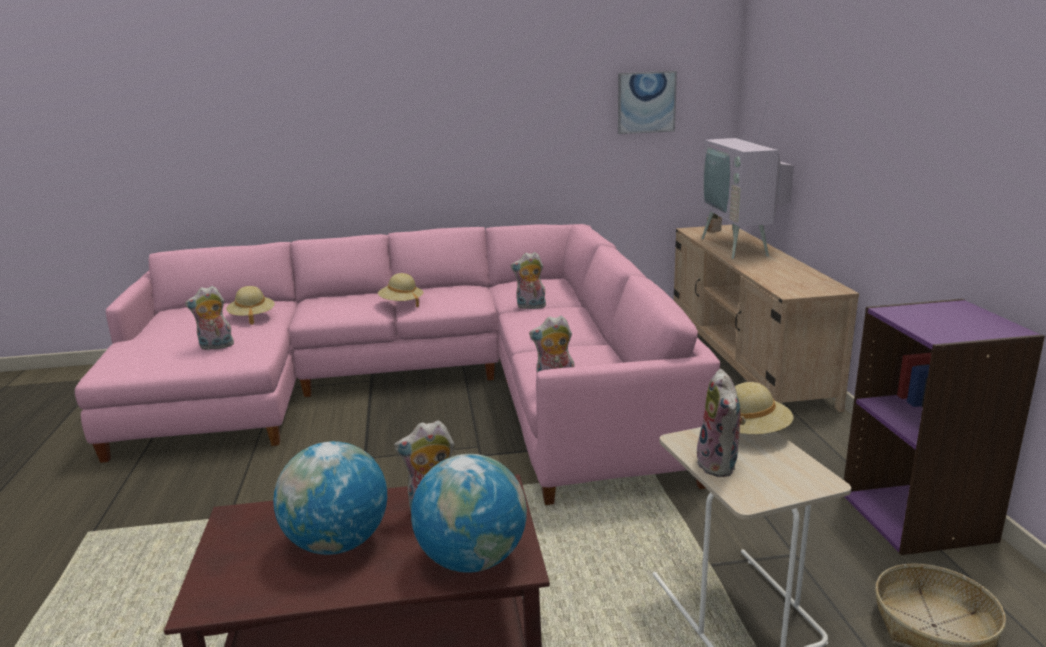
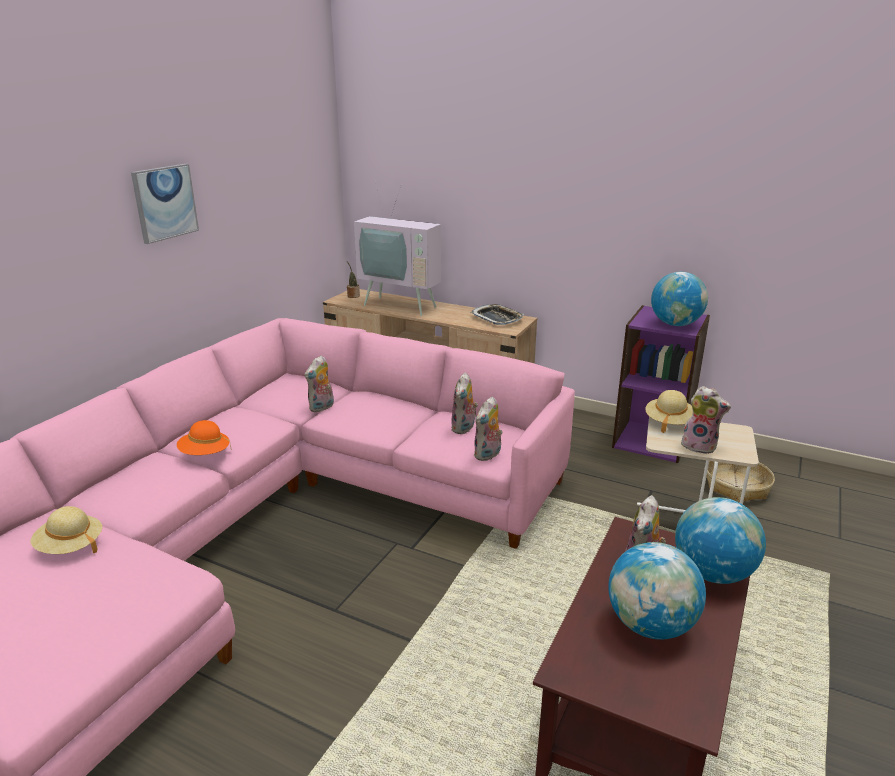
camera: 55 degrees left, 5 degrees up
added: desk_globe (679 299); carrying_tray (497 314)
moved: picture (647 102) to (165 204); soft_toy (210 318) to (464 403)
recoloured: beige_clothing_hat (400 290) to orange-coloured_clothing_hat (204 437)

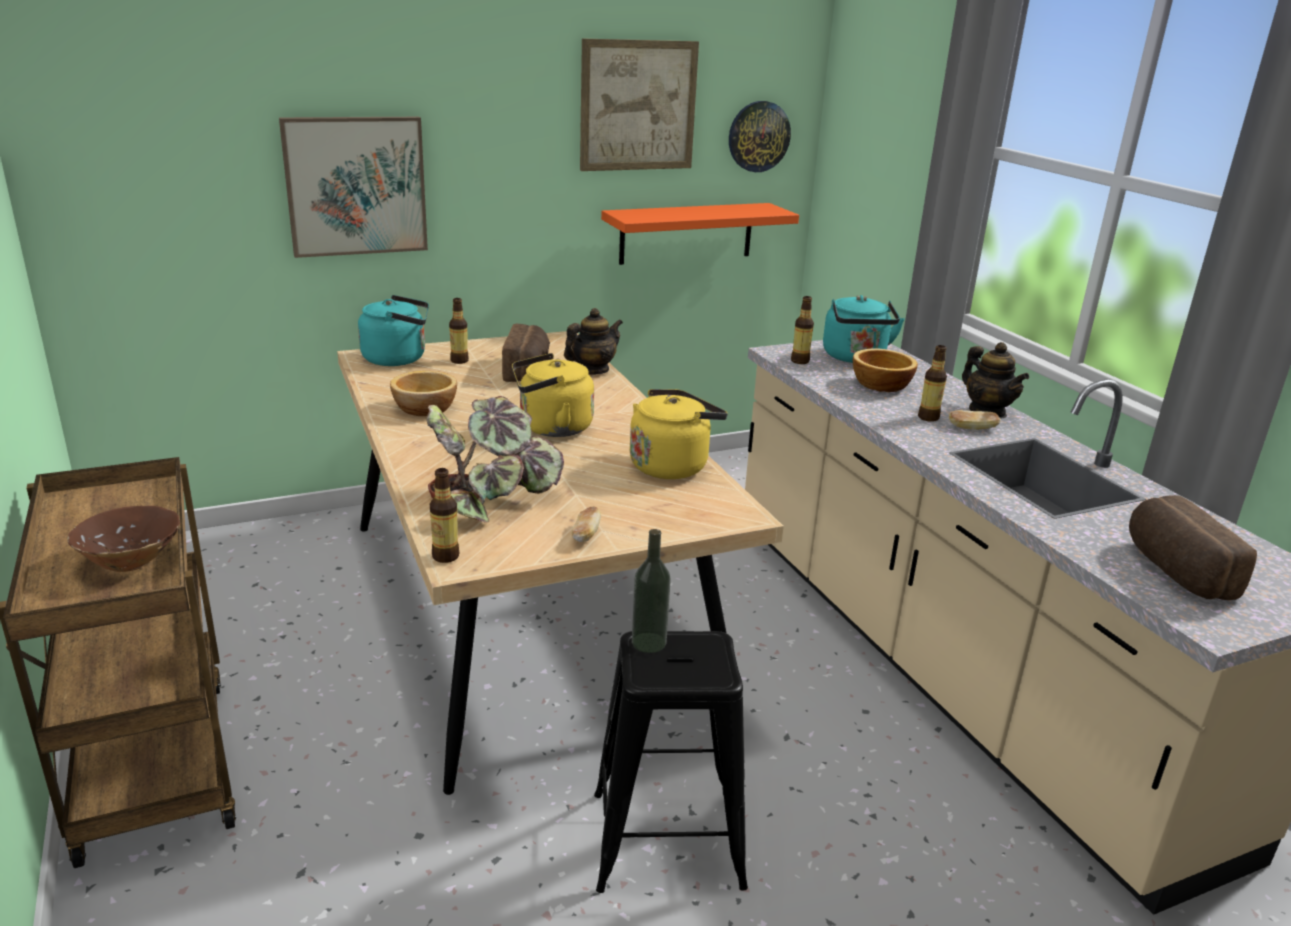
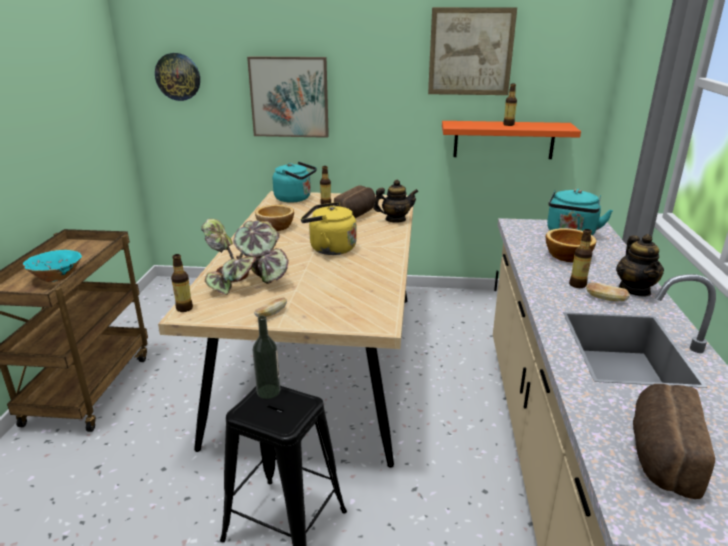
camera: 30 degrees right, 0 degrees up
removed: yellow-coloured_water_kettle (679 434)
moved: wall_clock (760 136) to (177 77); bottle (802 330) to (510 105)
recoloured: brown_bowl (123 539) to turquoise_bowl (52 266)

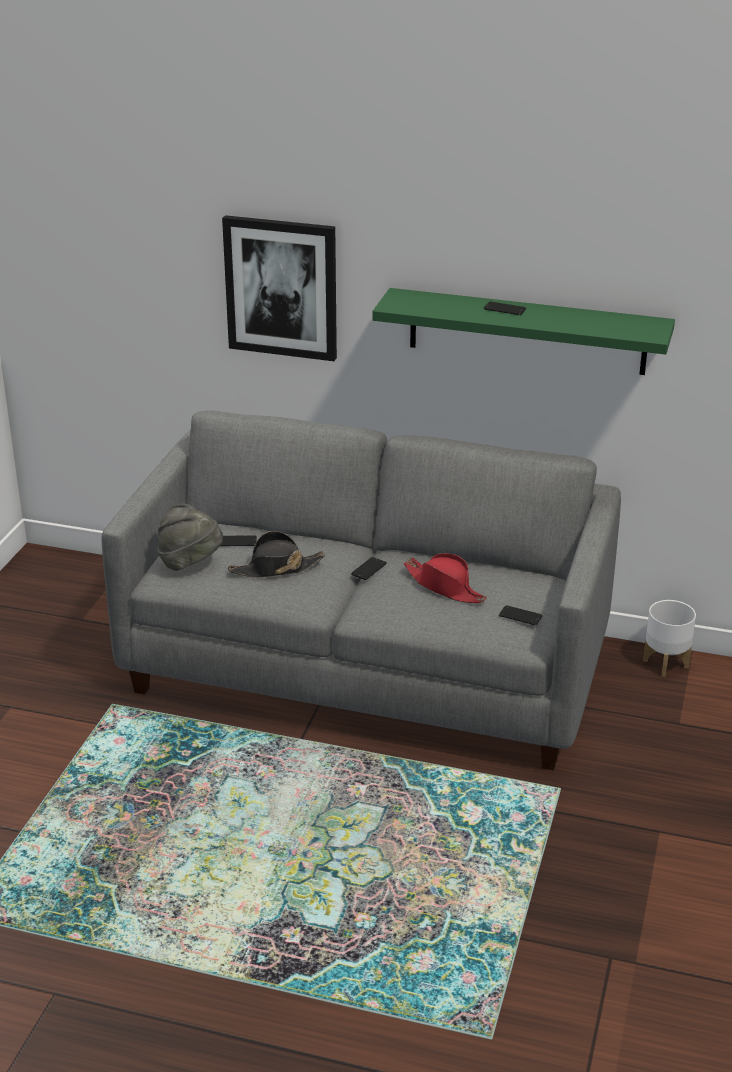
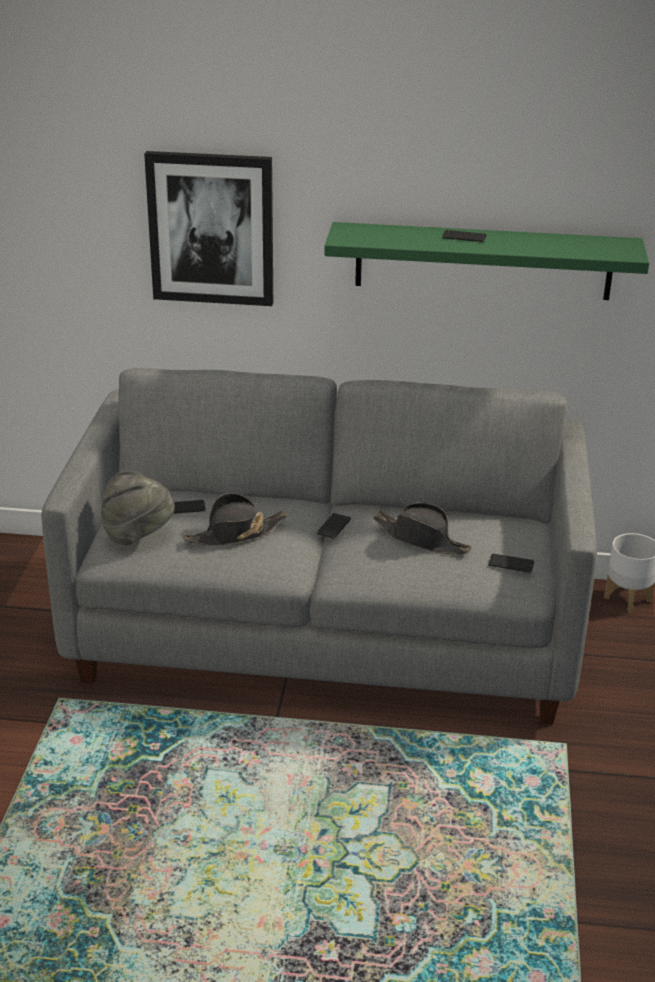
camera: 10 degrees left, 0 degrees up
recoloured: reddish_clothing_hat (445 578) to blackish_clothing_hat (422 528)

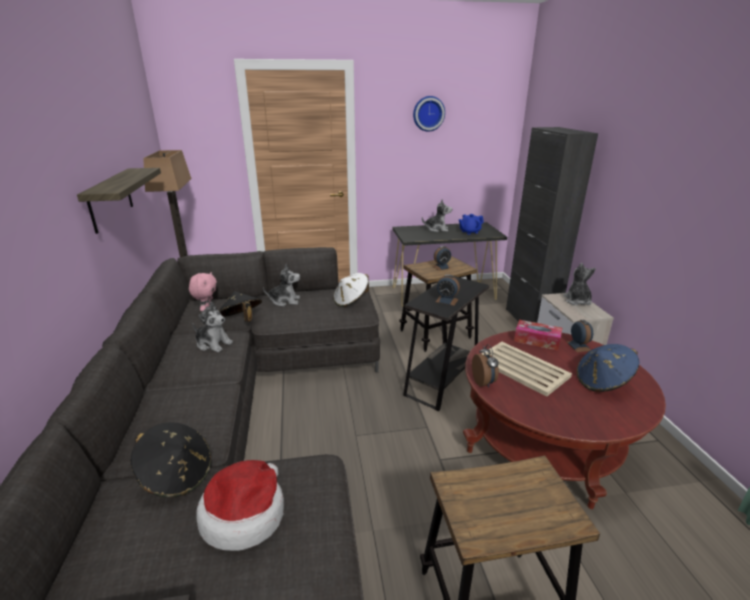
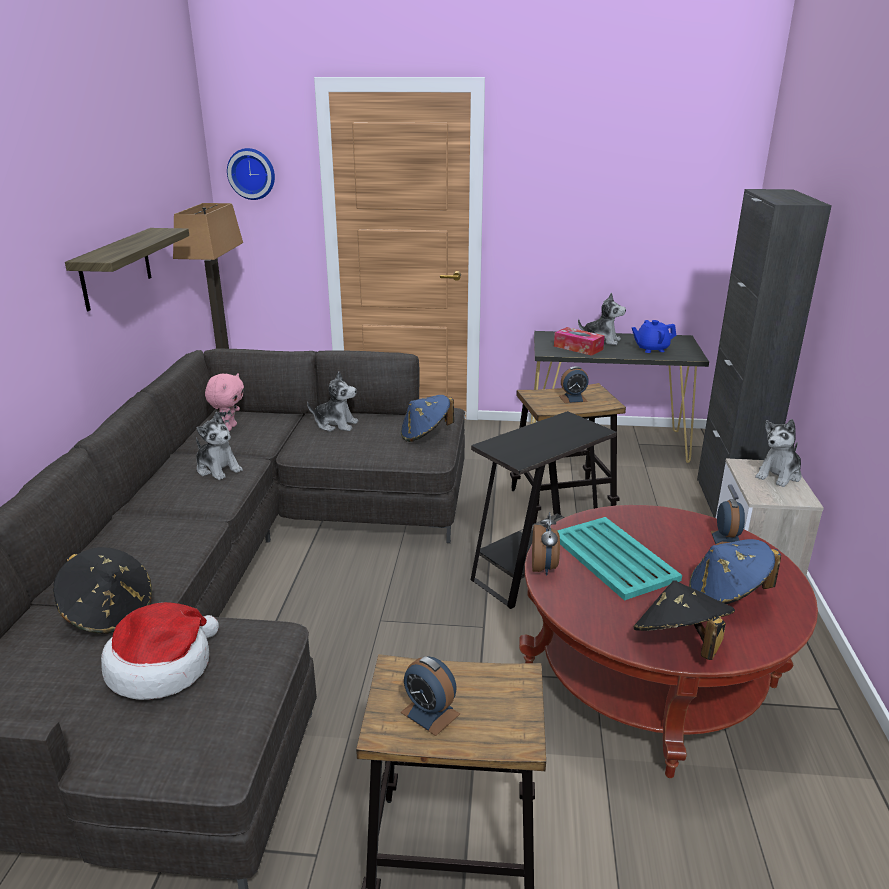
camera: 15 degrees right, 0 degrees up
moved: wall_clock (429 114) to (251 174); table_clock (448 290) to (430 696); blackish_clothing_hat (240 306) to (684 620); tissue_box (538 335) to (579 341)
recoloured: white-coloured_clothing_hat (351 290) to blue-coloured_clothing_hat (427 418); beige_carrying_tray (527 369) to turquoise_carrying_tray (619 559)
turned: soft_toy (580 284) = (778 453) 150 degrees counterclockwise

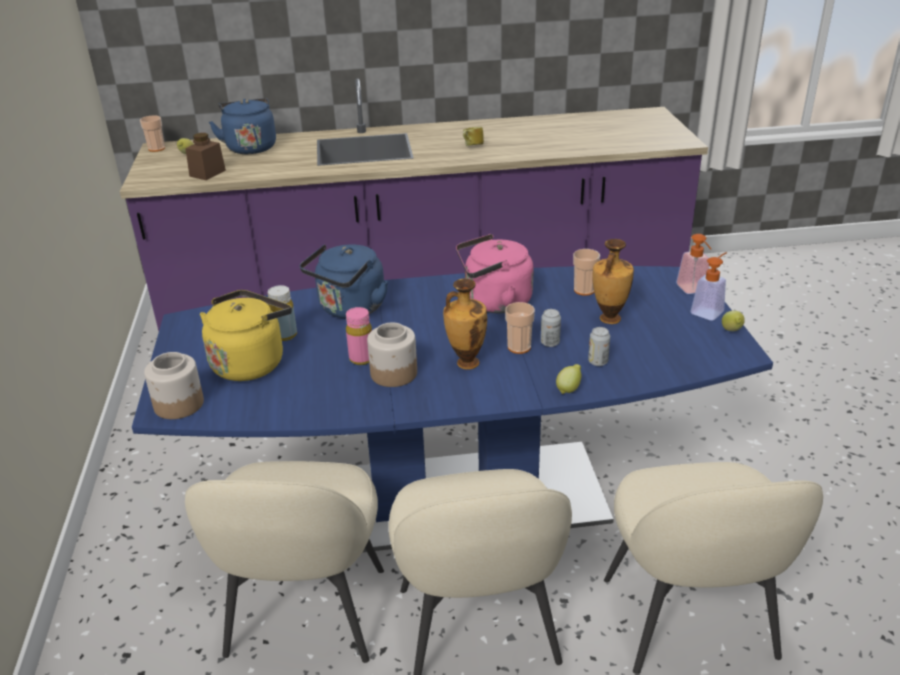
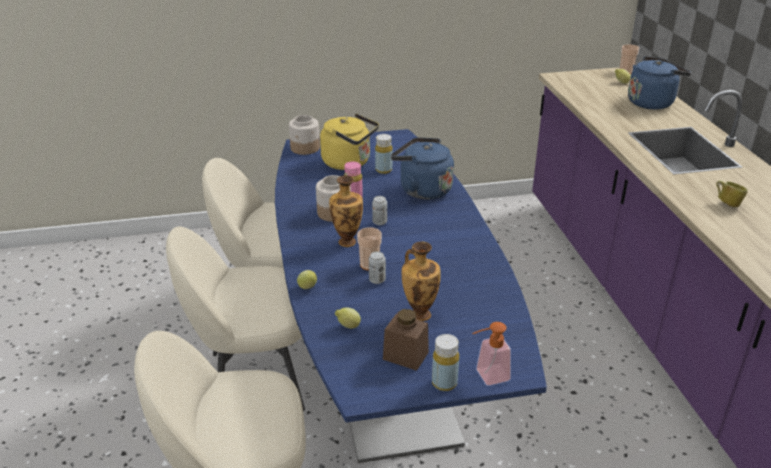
camera: 85 degrees right, 0 degrees up
removed: pinkish_water_kettle (494 274); drinking_cup (586 272)
moved: brown_storage_jar (205 156) to (406 340); whole_lemon (733 320) to (348 318); can (599 346) to (379 210)
replaced: soap_bottle (709 286) to yellow-coloured_bottle (445 362)

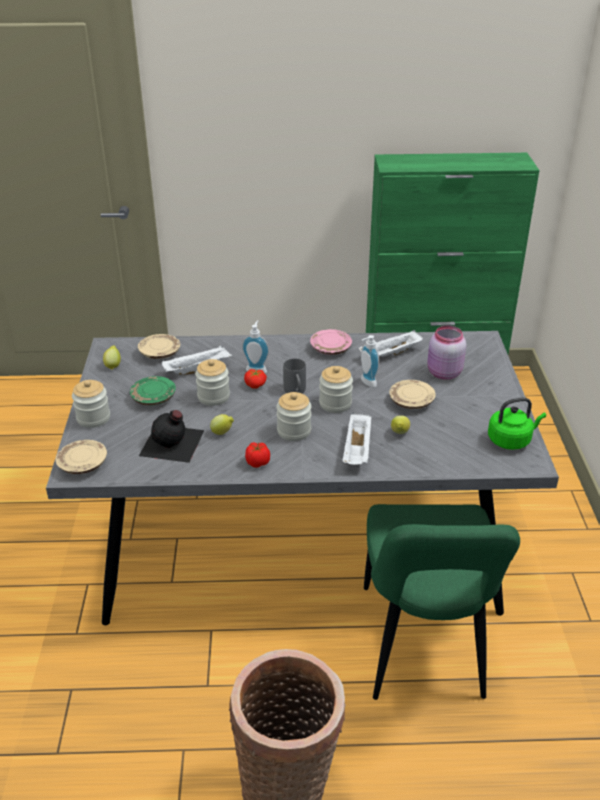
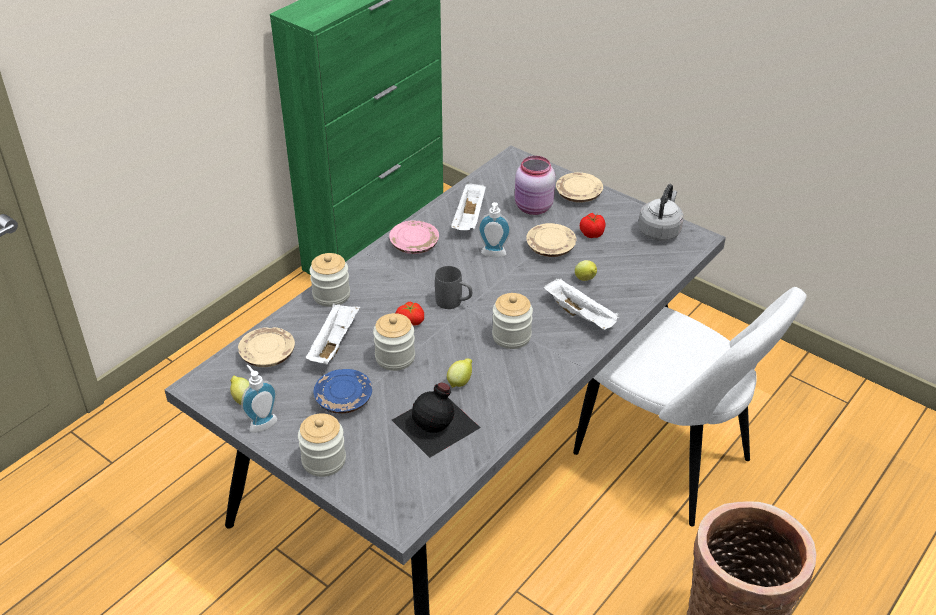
camera: 50 degrees left, 5 degrees up
moved: soap_bottle (255 347) to (259 399); storage_jar (336 389) to (329 280); beige_flat_dish (81 457) to (579 187); fresh_tomato (257 455) to (593 225)
recoloured: green-coloured_flat_dish (153 391) to blue-coloured_flat_dish (342 391); green-coloured_water_kettle (517 423) to grey_water_kettle (661 212); green-coloured_plain_chair (442 602) to white-coloured_plain_chair (689 407)

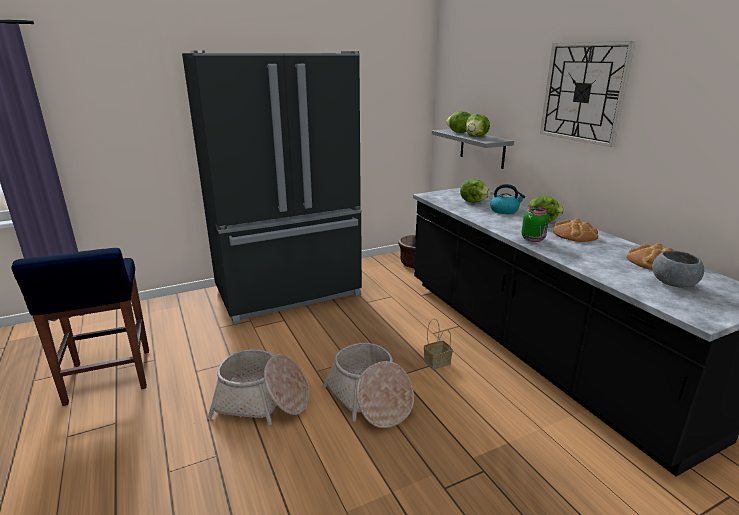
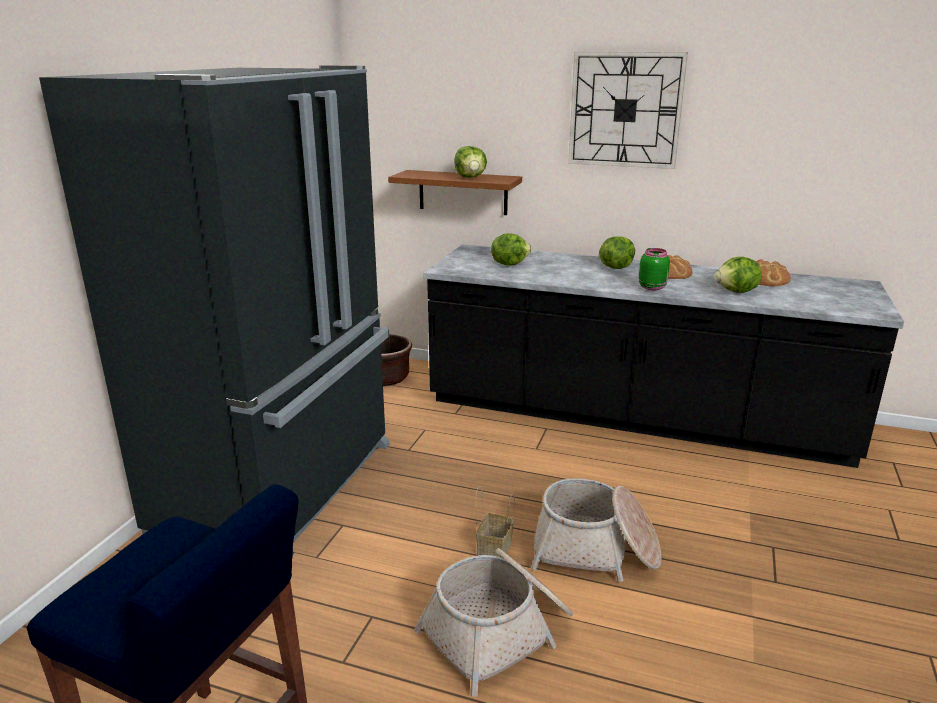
camera: 45 degrees left, 0 degrees up
removed: water_kettle (507 199); grey_bowl (678 269)
moved: lettuce (458 122) to (738 275); basket (438 344) to (495 522)
recoloured: grey_bracket_shelf (473 149) to brown_bracket_shelf (455 192)

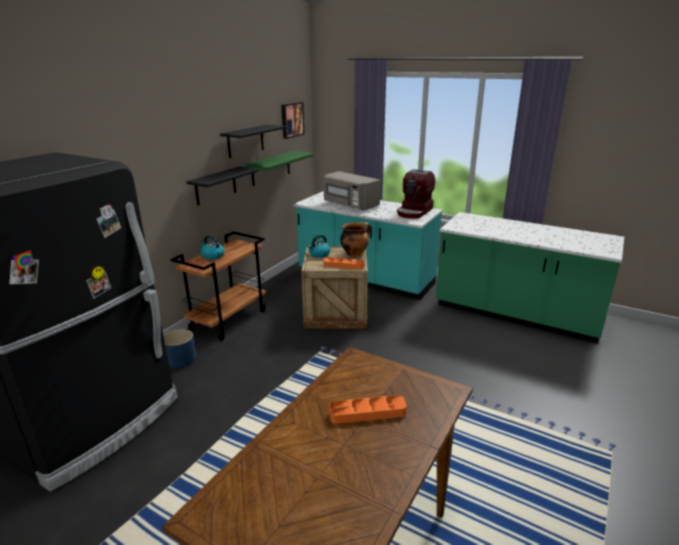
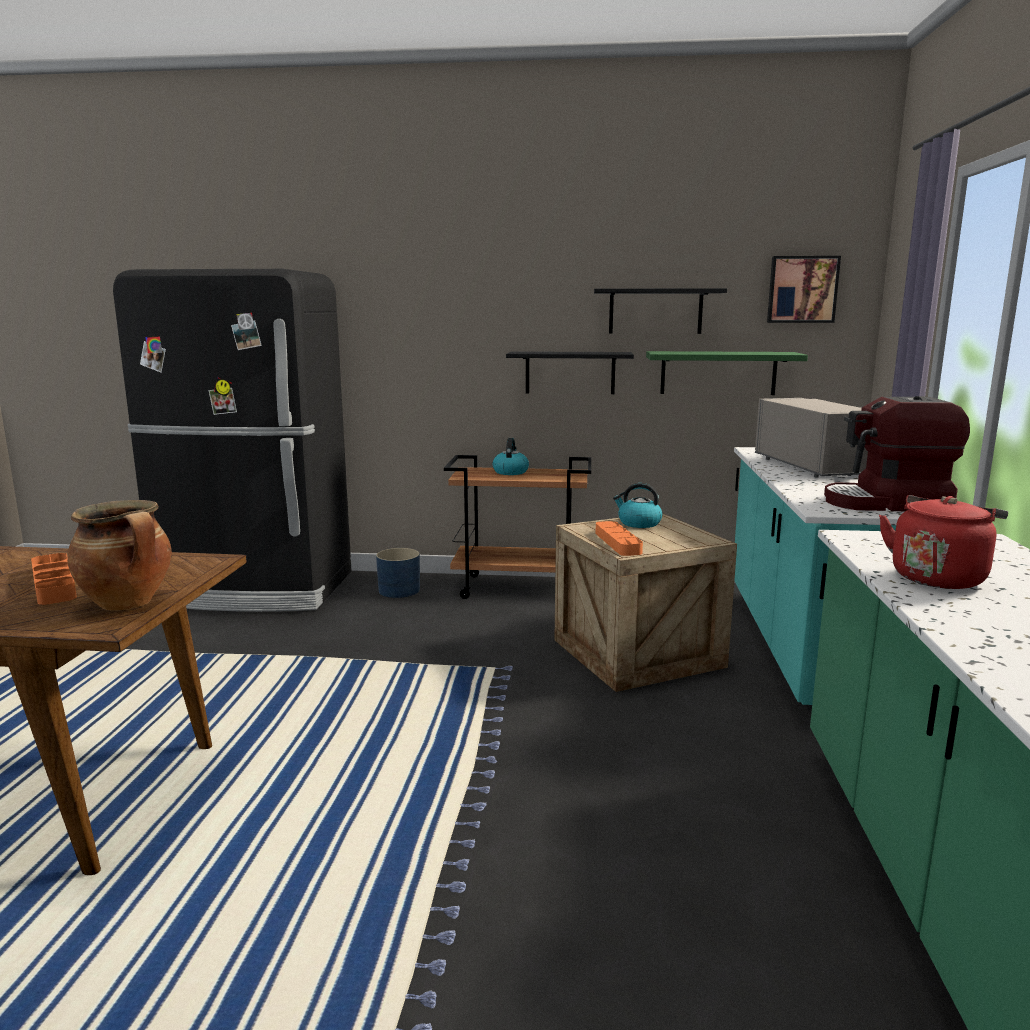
camera: 65 degrees right, 10 degrees down
added: reddish_water_kettle (943 542)
moved: saucepot (355 239) to (119 555)
turned: grey_microwave (352 190) = (811 438) 150 degrees clockwise

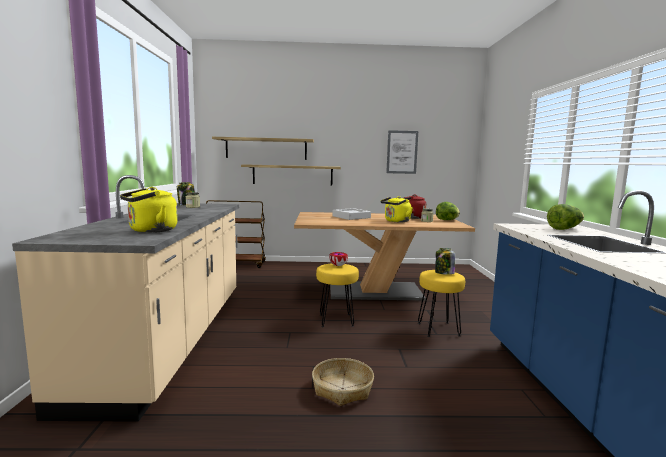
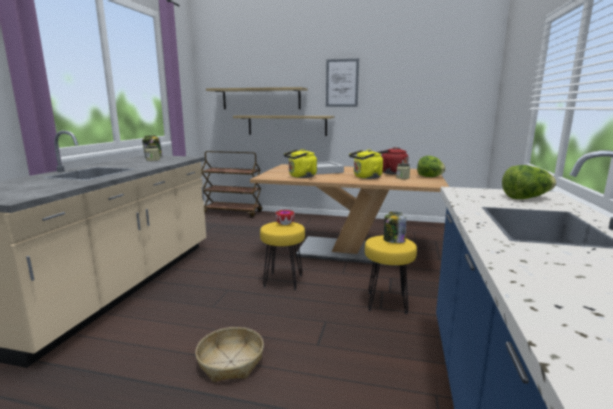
camera: 15 degrees right, 5 degrees up
moved: picture (402 152) to (342 83); yellow-coloured_water_kettle (149 210) to (300 163)

